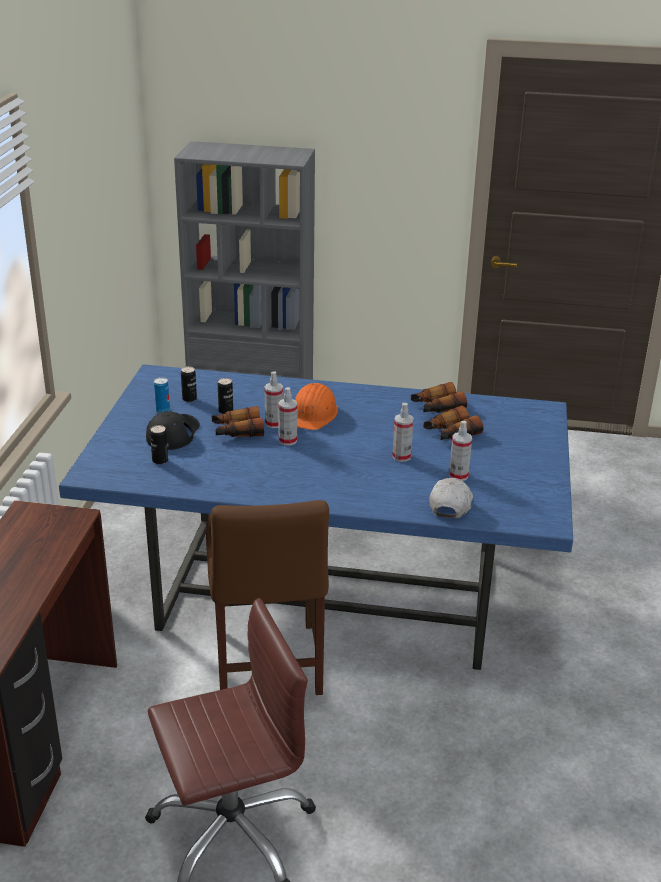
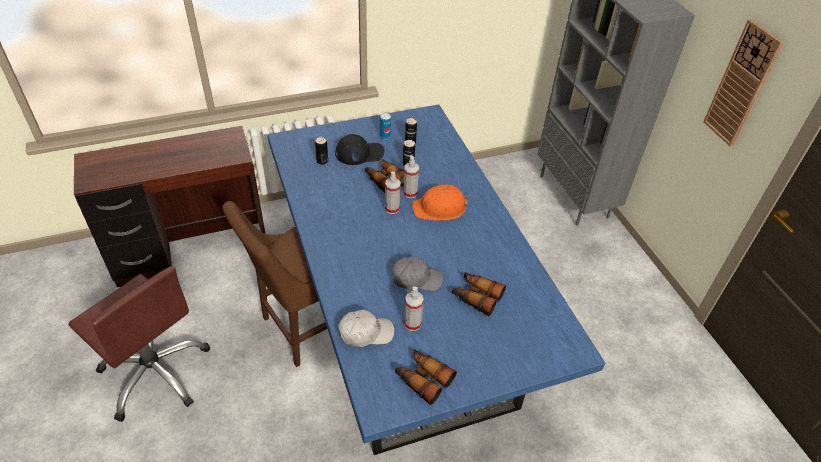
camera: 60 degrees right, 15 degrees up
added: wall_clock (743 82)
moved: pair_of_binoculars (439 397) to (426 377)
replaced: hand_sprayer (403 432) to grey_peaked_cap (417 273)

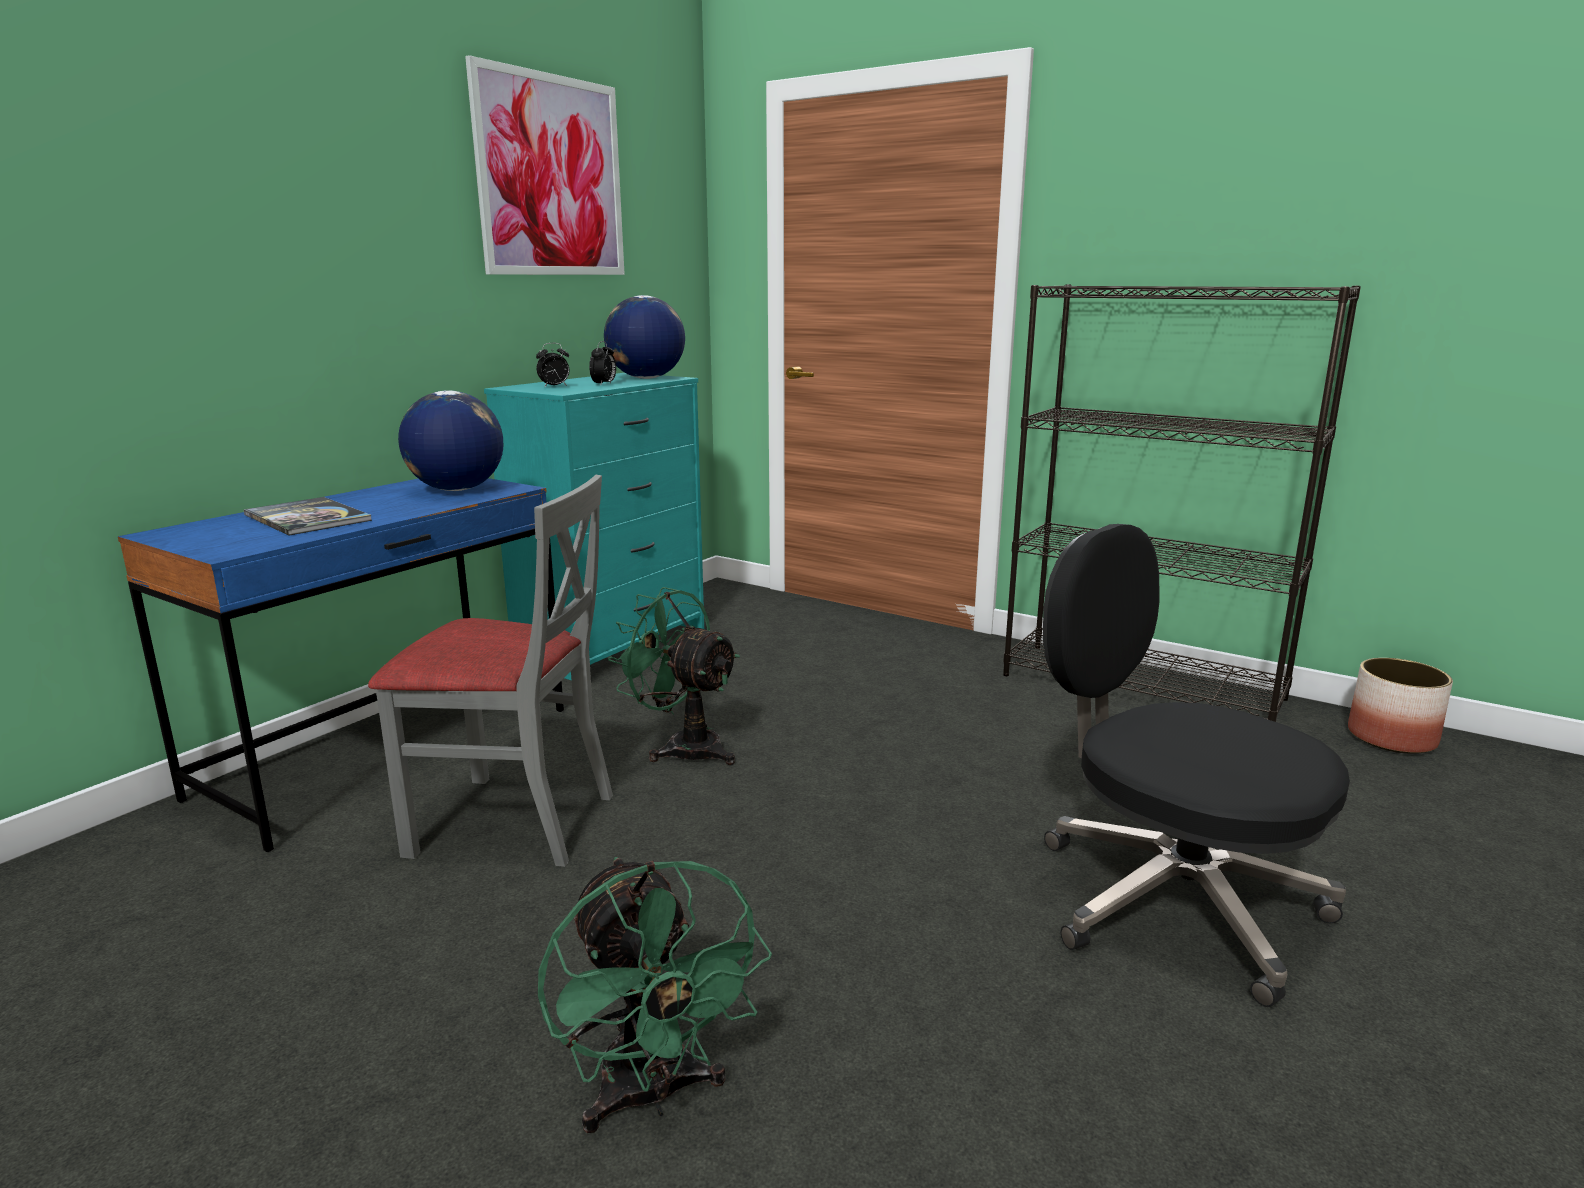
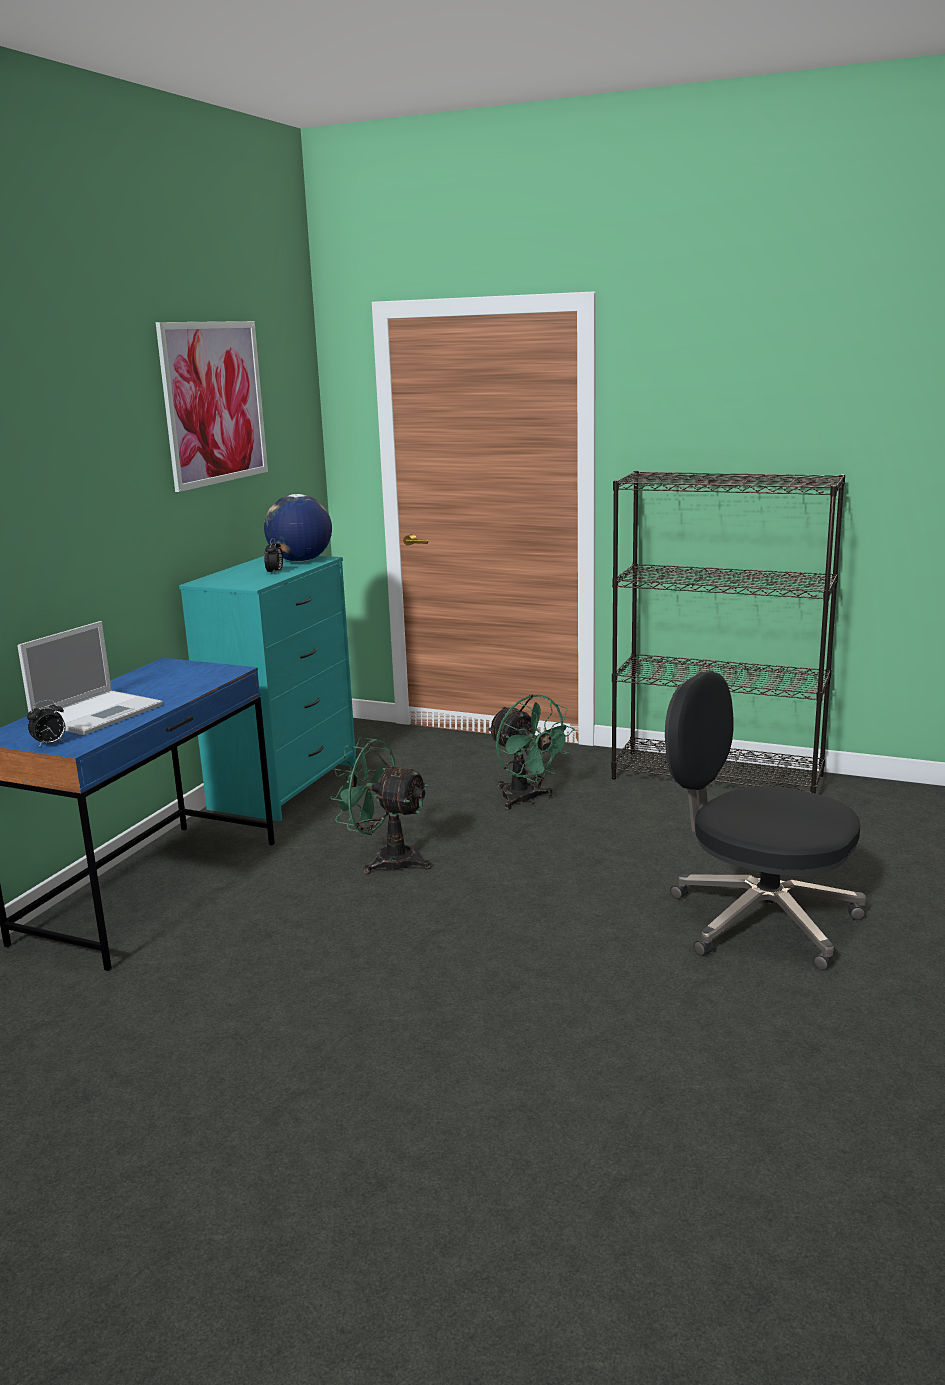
camera: 10 degrees left, 0 degrees up
removed: desk_globe (450 440); grey_plain_chair (490 671); plant_pot (1400 706)
moved: table_clock (552 365) to (46 723); green-coloured_cooling_fan (655 995) to (531 752)
replaced: book (307 516) to laptop (90 678)

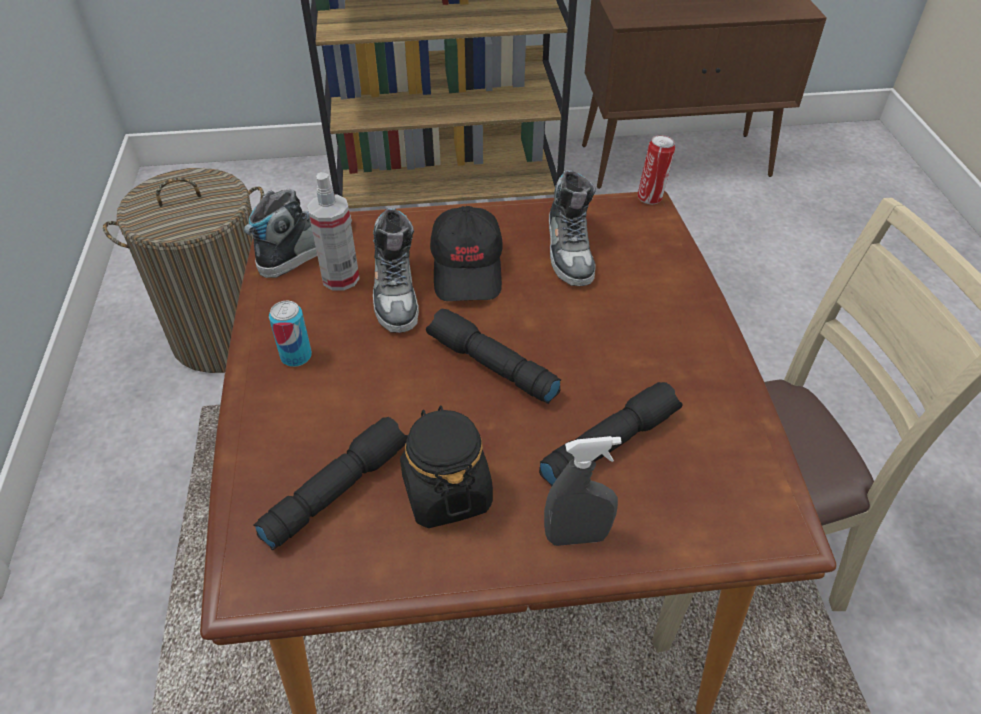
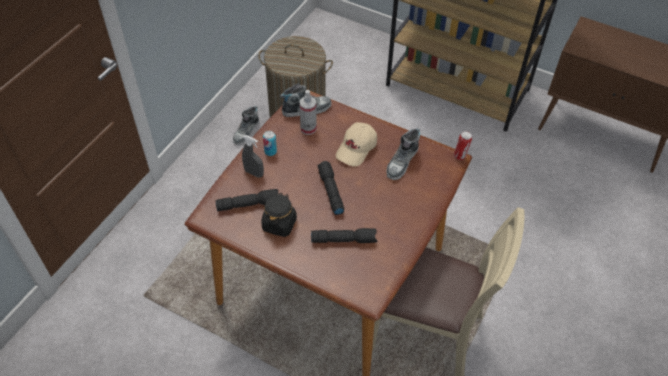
camera: 35 degrees right, 5 degrees up
moved: item_of_footwear (396 270) to (246 125); grey_hand_sprayer (583 491) to (253 156)
recoloured: blackish_peaked_cap (466 253) to beige_peaked_cap (356 144)

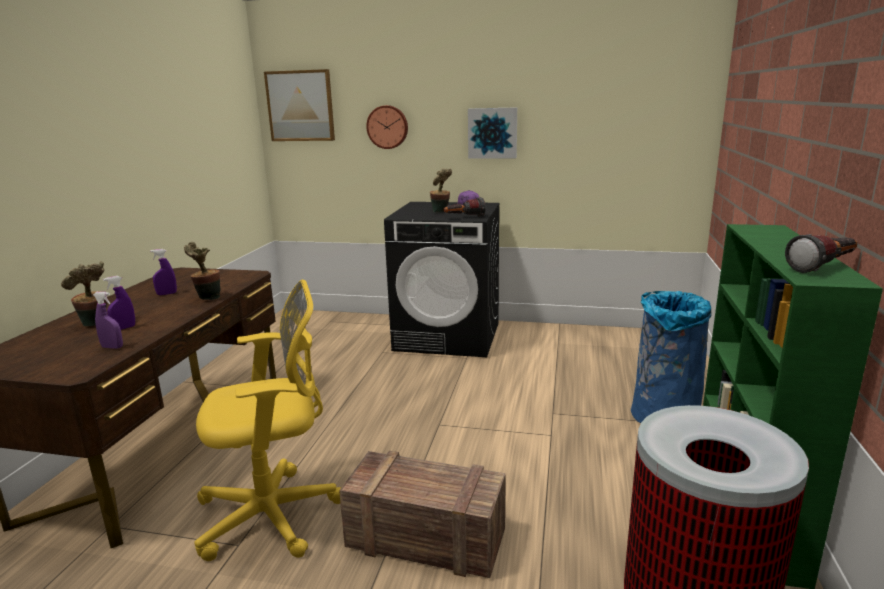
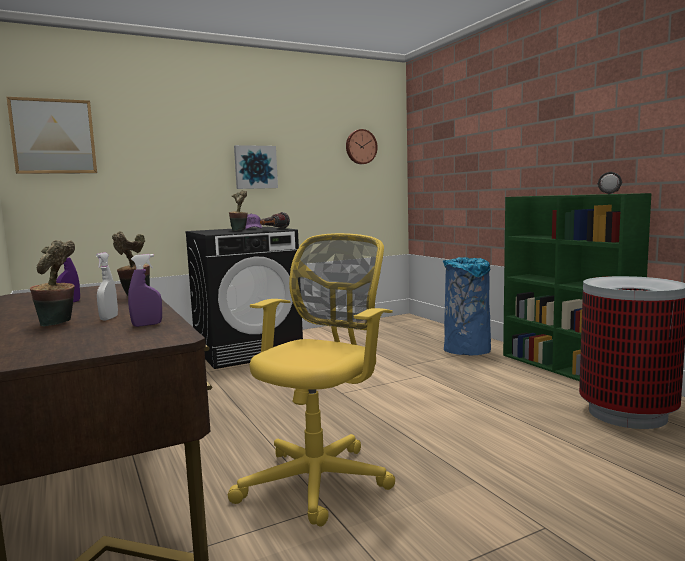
camera: 40 degrees left, 10 degrees down
removed: crate (422 514)
moved: wall_clock (387 127) to (362 146)
recoloured: purple_hand_sprayer (119 303) to white-coloured_hand_sprayer (107 286)

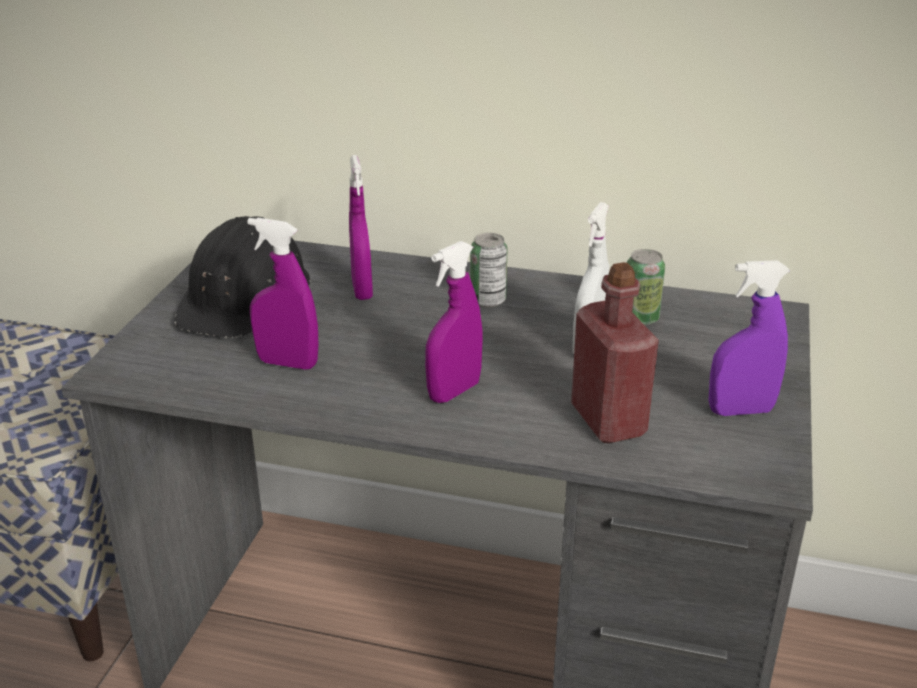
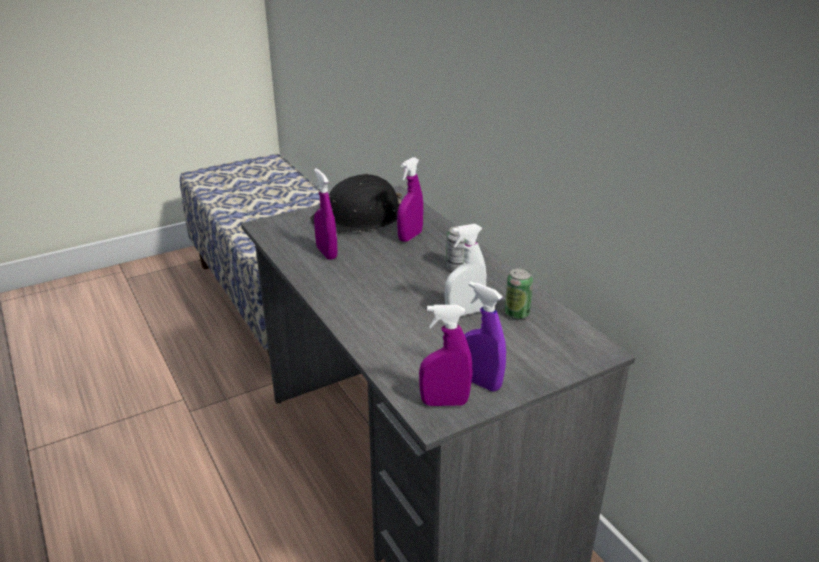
camera: 45 degrees right, 0 degrees up
removed: reddish_bottle (615 352)
moved: purple_hand_sprayer (454 322) to (445 355)

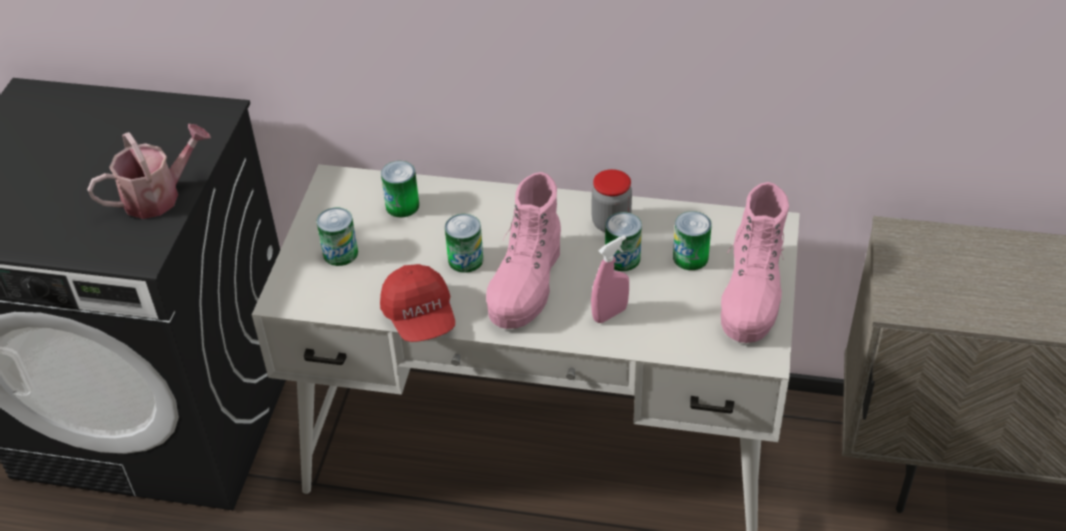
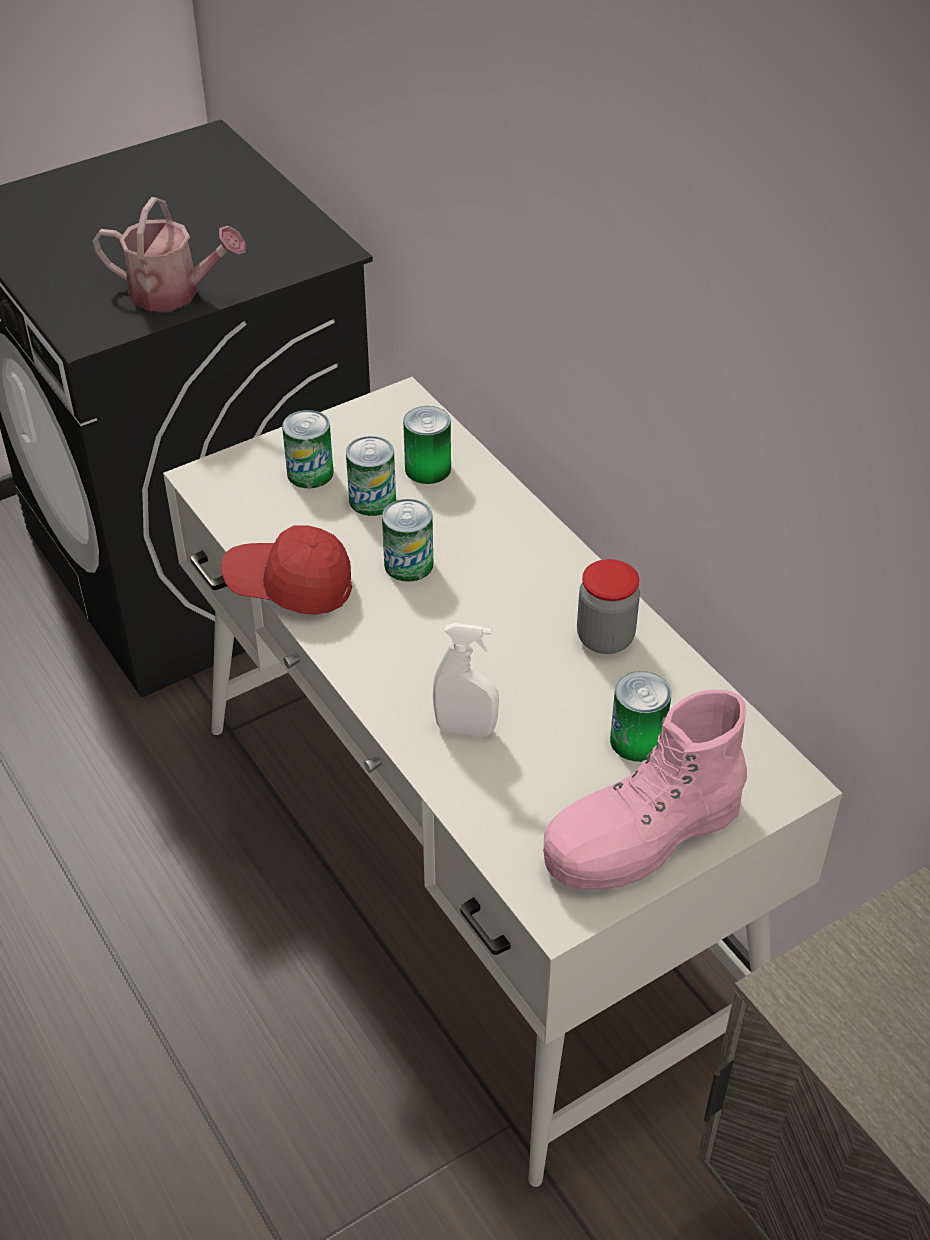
camera: 45 degrees right, 0 degrees up
removed: pinkish_high-top_boot (523 250)
moved: can (623 241) to (371 476)
recoloured: pinkish_hand_sprayer (610 279) to white-coloured_hand_sprayer (466 680)
turned: reddish_peaked_cap (417 303) = (286 570) 75 degrees clockwise

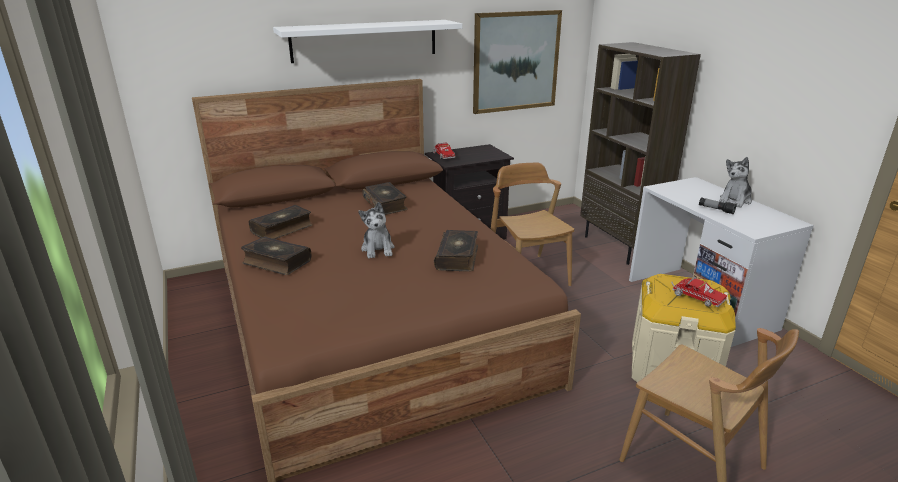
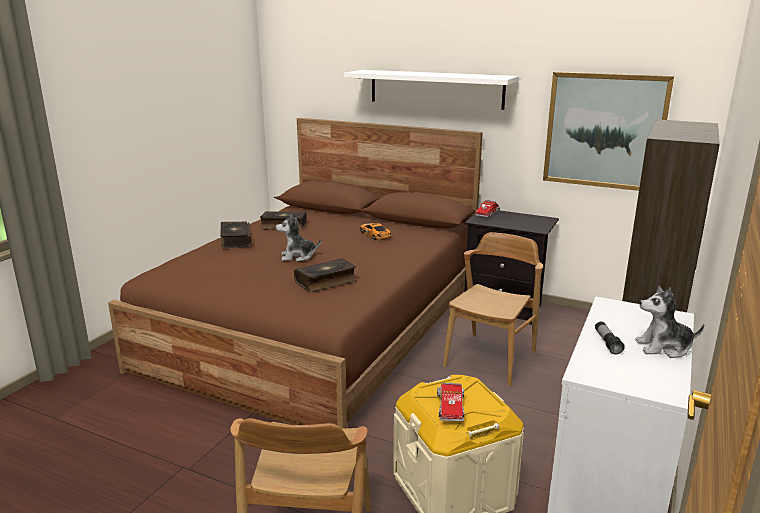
camera: 50 degrees right, 5 degrees down
replaced: book (385 198) to miniature_car (375 231)
turned: soft_toy (376 230) = (298 238) 45 degrees clockwise

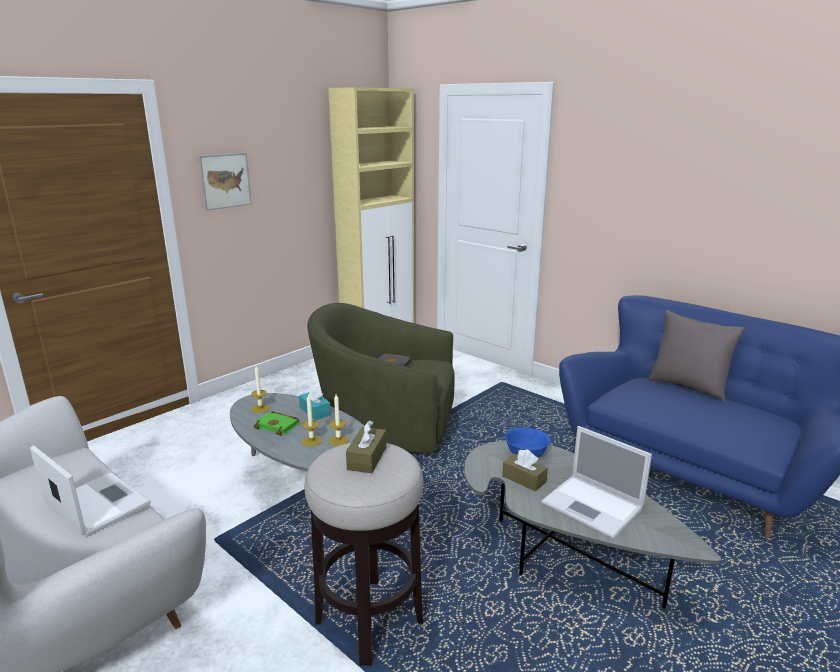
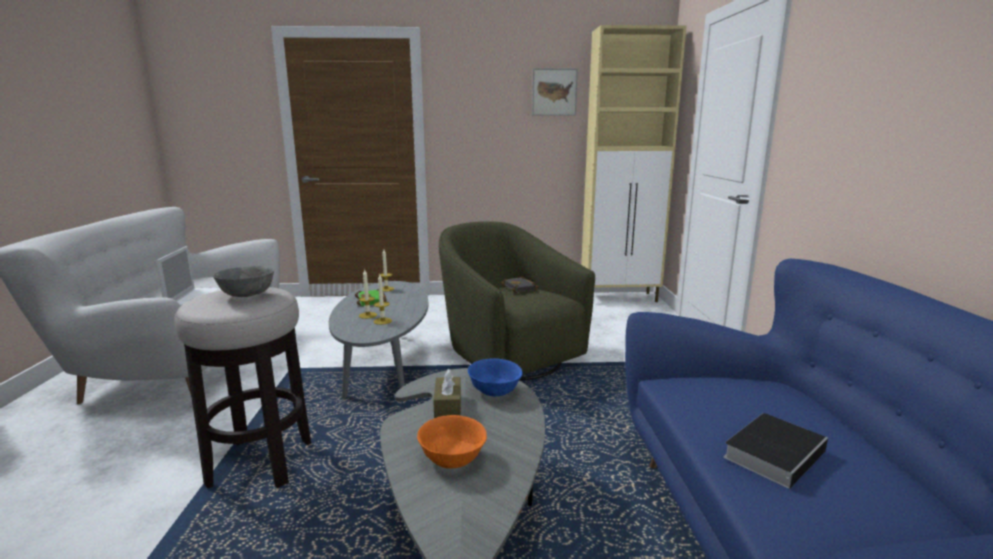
camera: 45 degrees right, 5 degrees down
removed: grey_cushion (696 356); turquoise_tissue_box (315 403)
added: book (776 451)
moved: picture (225 182) to (555 91)
replaced: brown_tissue_box (366 446) to grey_bowl (244 281); laptop (596 482) to orange-coloured_bowl (452 442)

